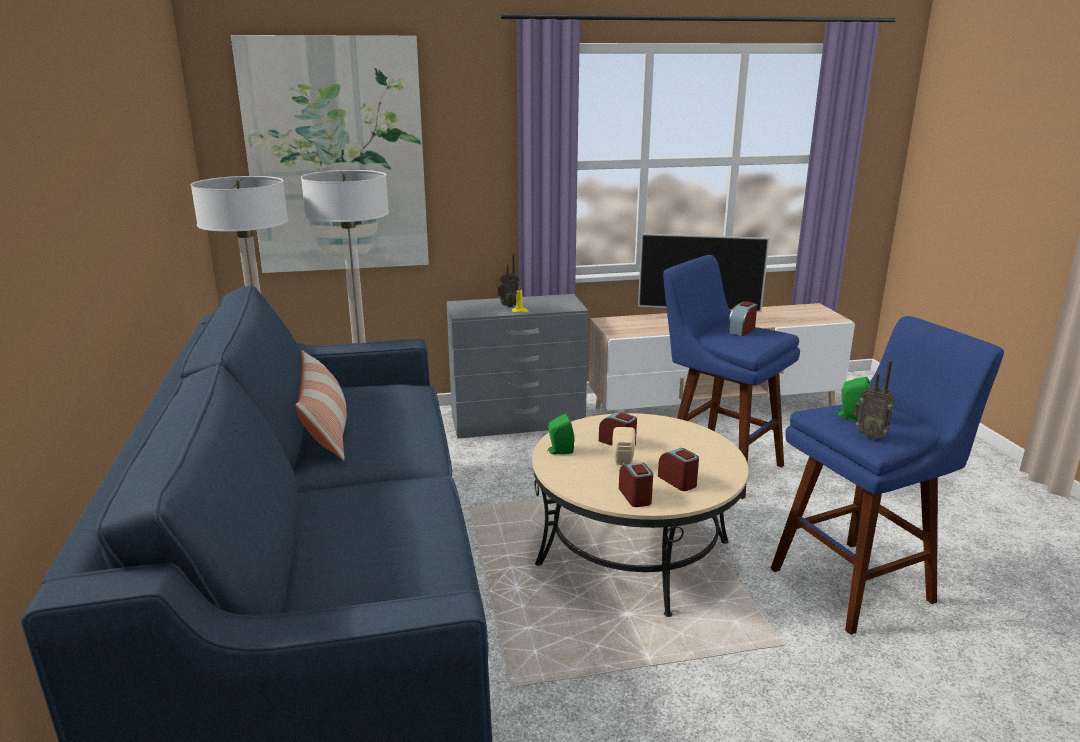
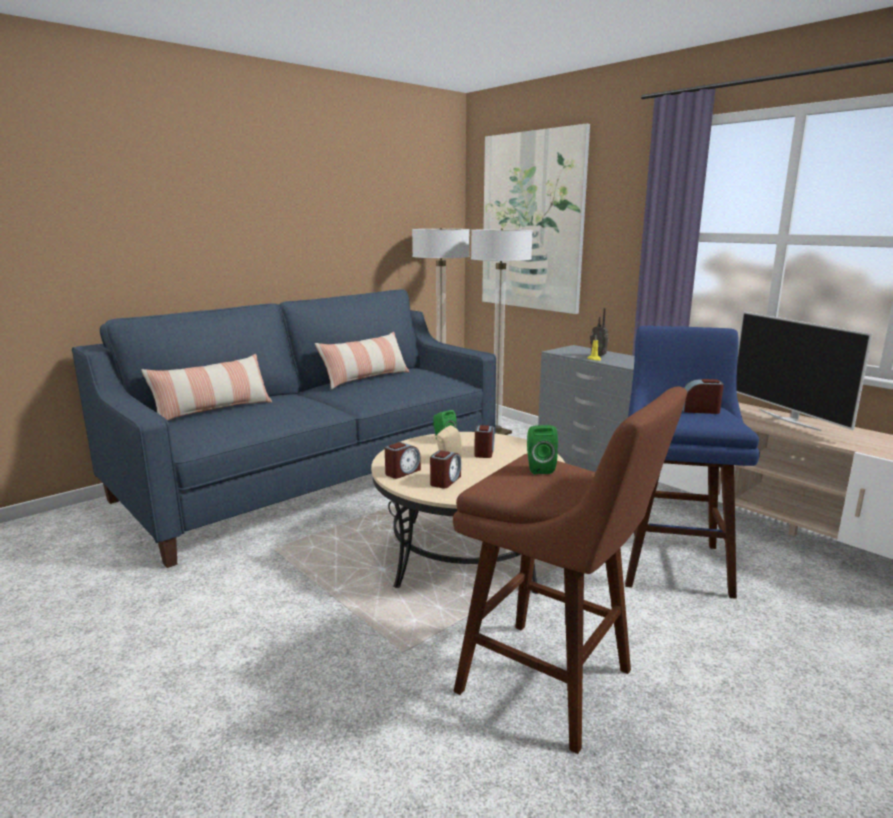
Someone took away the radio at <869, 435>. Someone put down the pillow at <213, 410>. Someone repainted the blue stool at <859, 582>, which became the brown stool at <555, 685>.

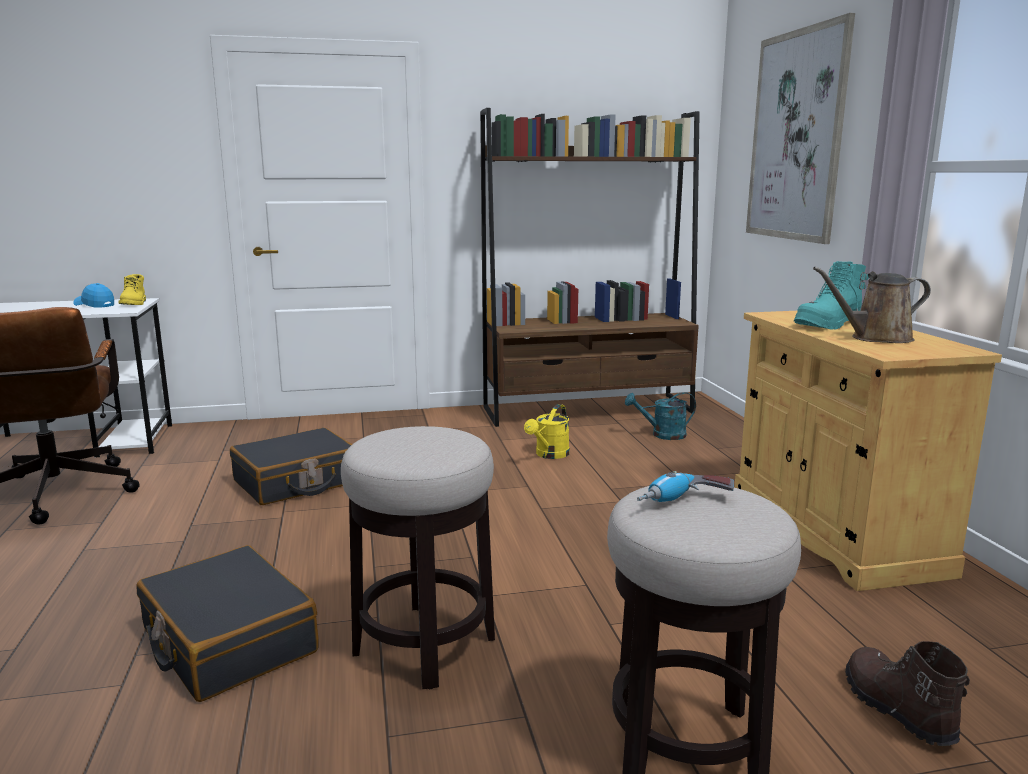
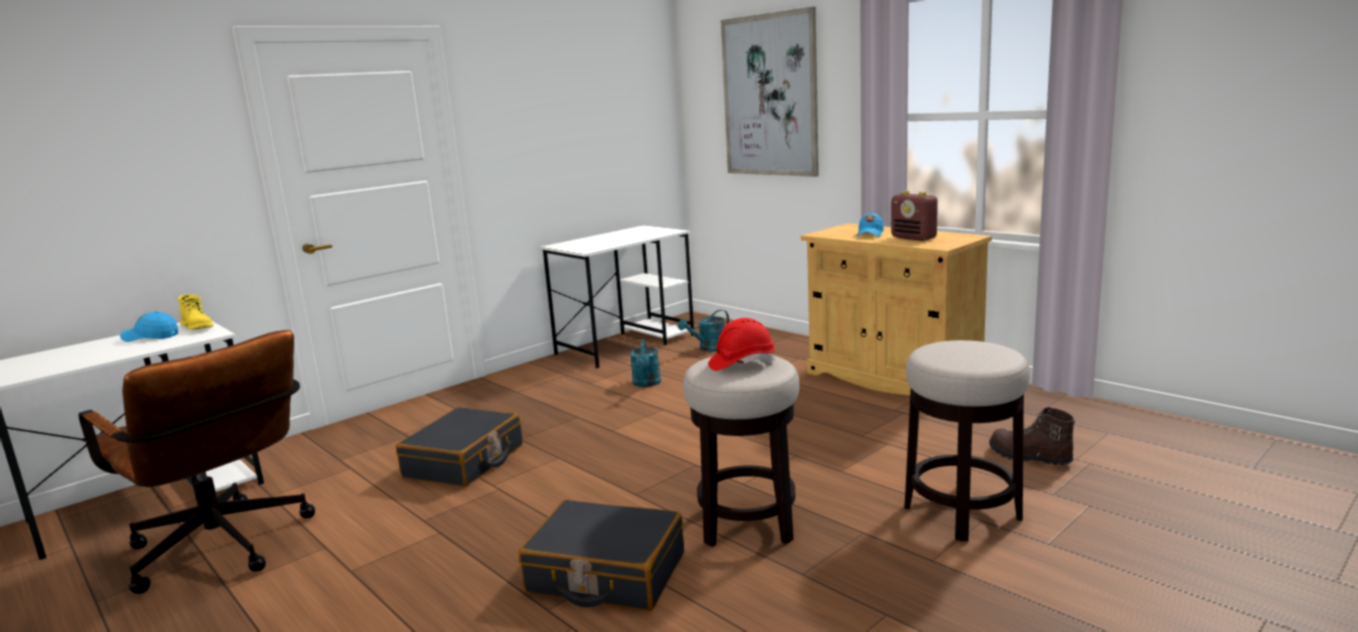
Someone took away the power drill at <684, 502>. Someone put down the red hard hat at <741, 363>. Someone swapped the brown bookcase at <588, 410> for the white desk at <626, 344>. Someone swapped the turquoise boot at <829, 325> for the blue cap at <870, 234>. Someone swapped the brown watering can at <876, 338> for the radio at <914, 238>. Someone repainted the yellow watering can at <549, 455>, which became the turquoise watering can at <646, 384>.

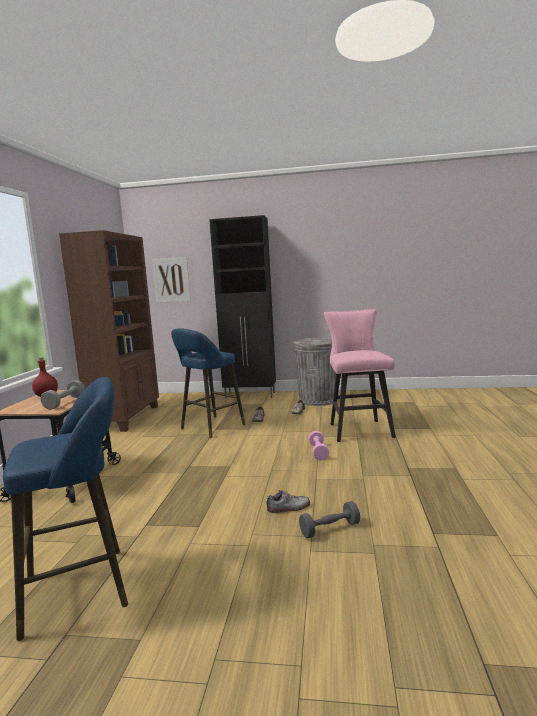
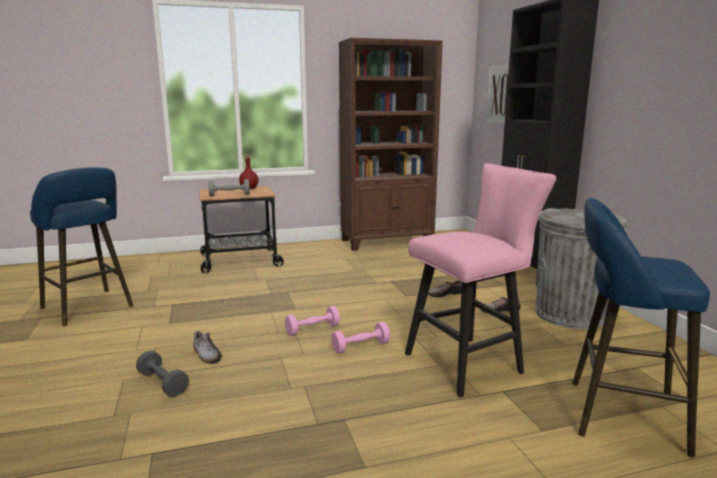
Someone put down the pink dumbbell at <313, 329>. Someone carried the blue stool from <210, 427> to <617, 414>.

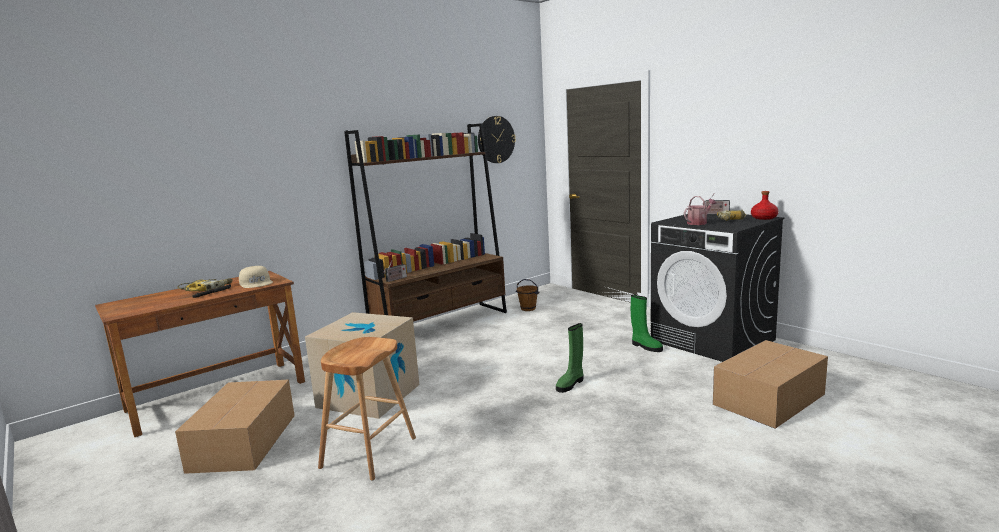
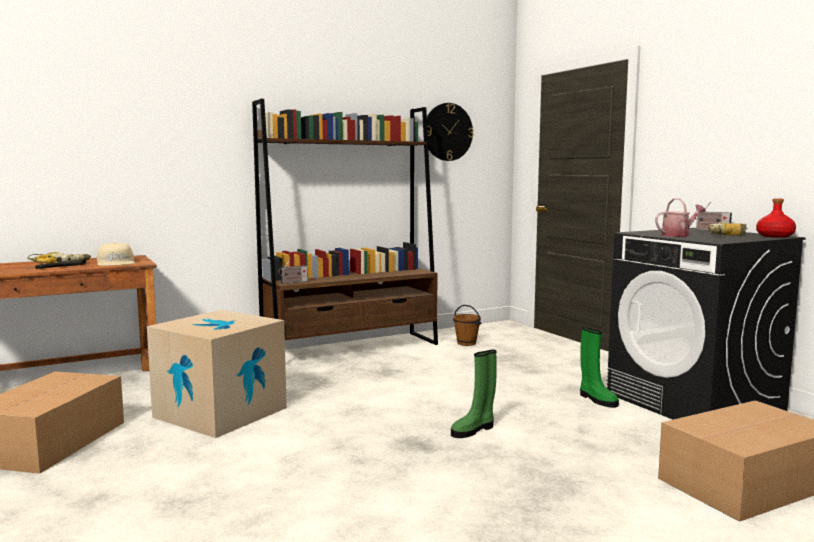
Someone took away the brown stool at <368, 453>.

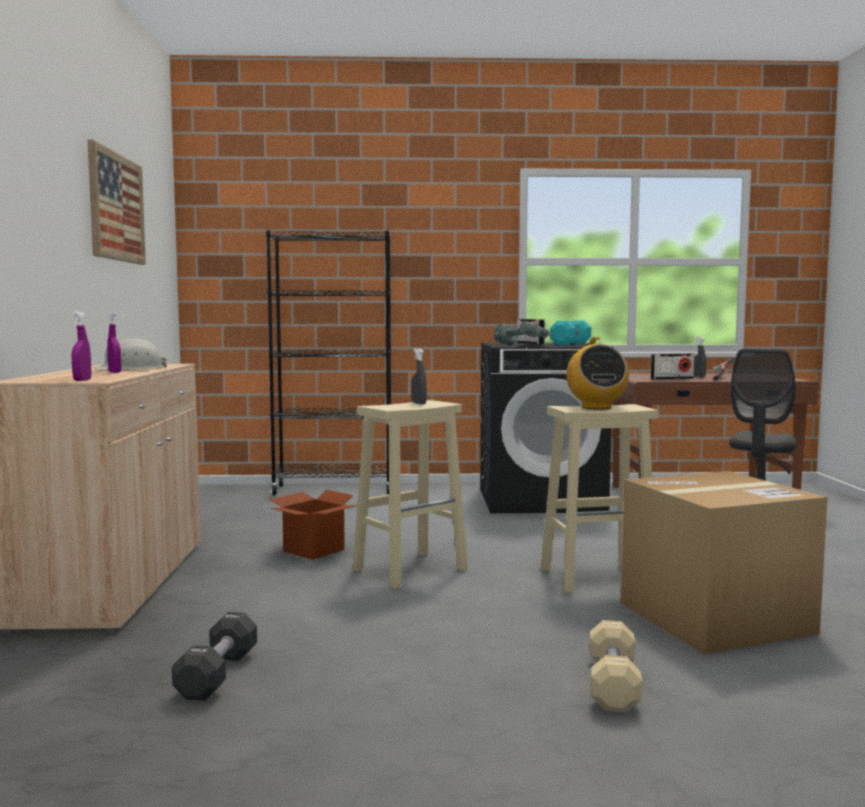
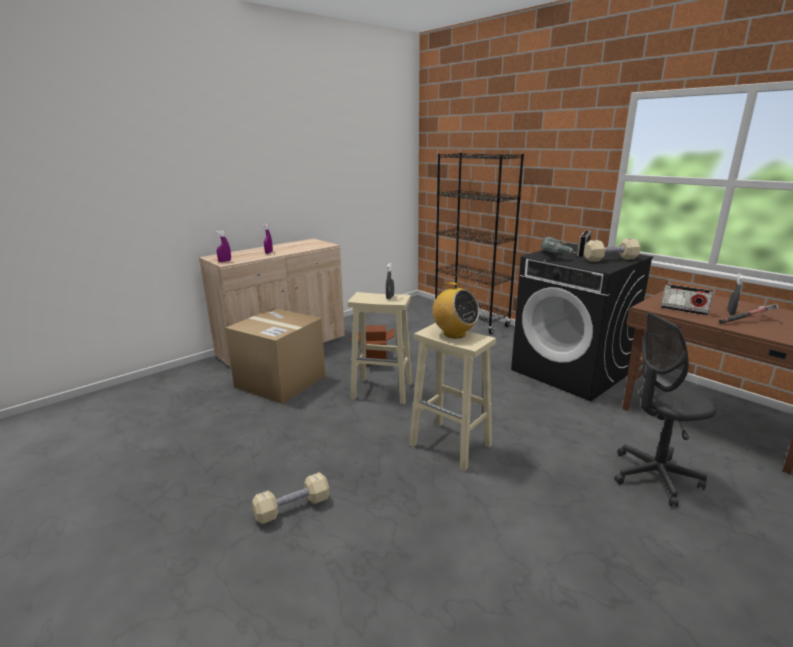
Someone took away the picture at <116, 207>. Someone took away the white hard hat at <131, 369>. Someone took away the black dumbbell at <217, 674>. Someone carried the cardboard box from <715, 618> to <280, 381>. Someone repainted the turquoise dumbbell at <570, 344>, which became the beige dumbbell at <610, 259>. Someone rotated the radio at <596, 407> by 90 degrees counterclockwise.

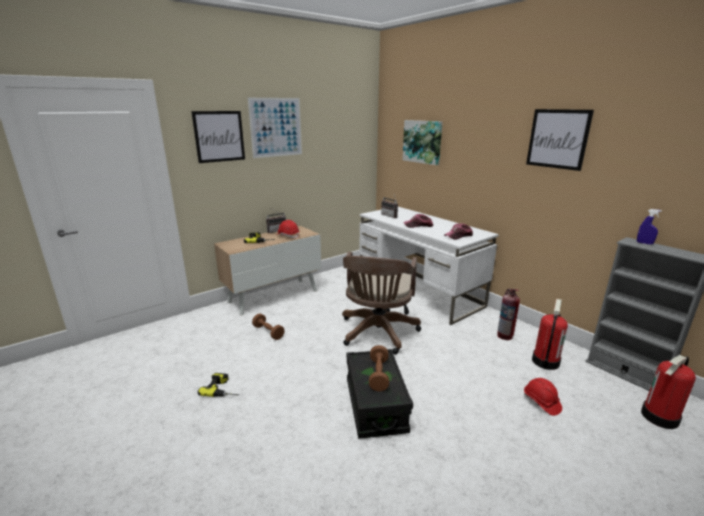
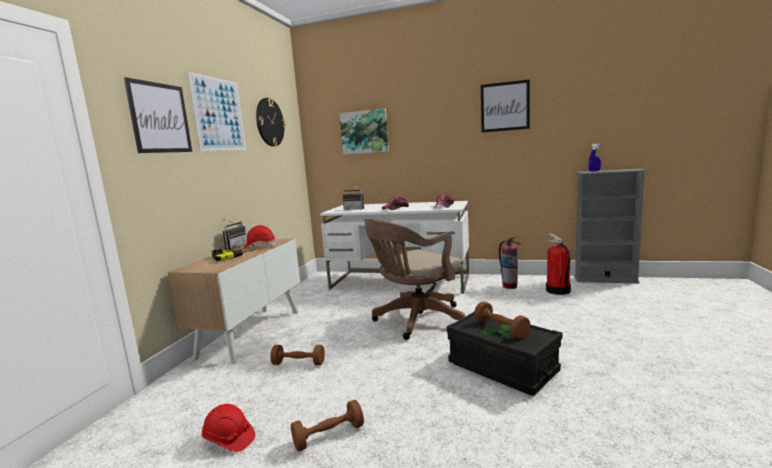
Someone took away the fire extinguisher at <660, 417>. Someone put up the wall clock at <270, 122>. Someone carried the red hard hat from <541, 402> to <229, 439>. Someone swapped the power drill at <223, 389> for the brown dumbbell at <329, 436>. Someone rotated the brown office chair at <377, 334> by 75 degrees clockwise.

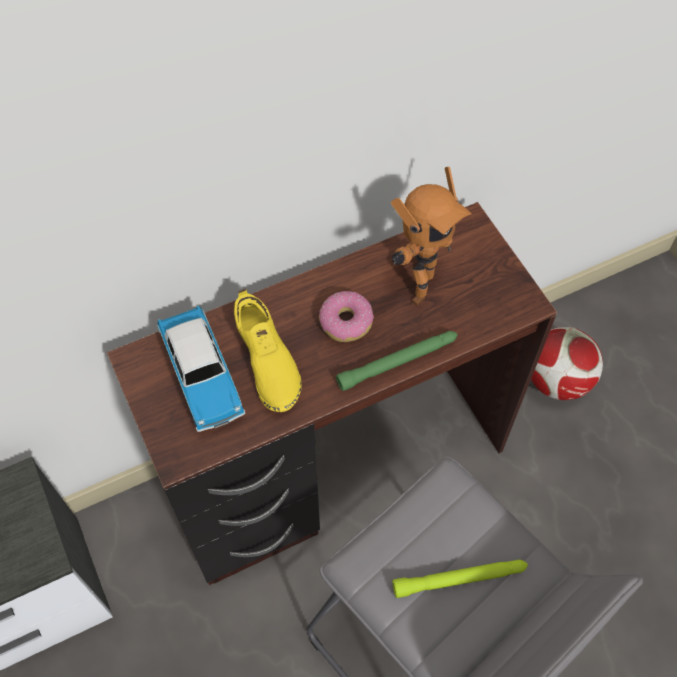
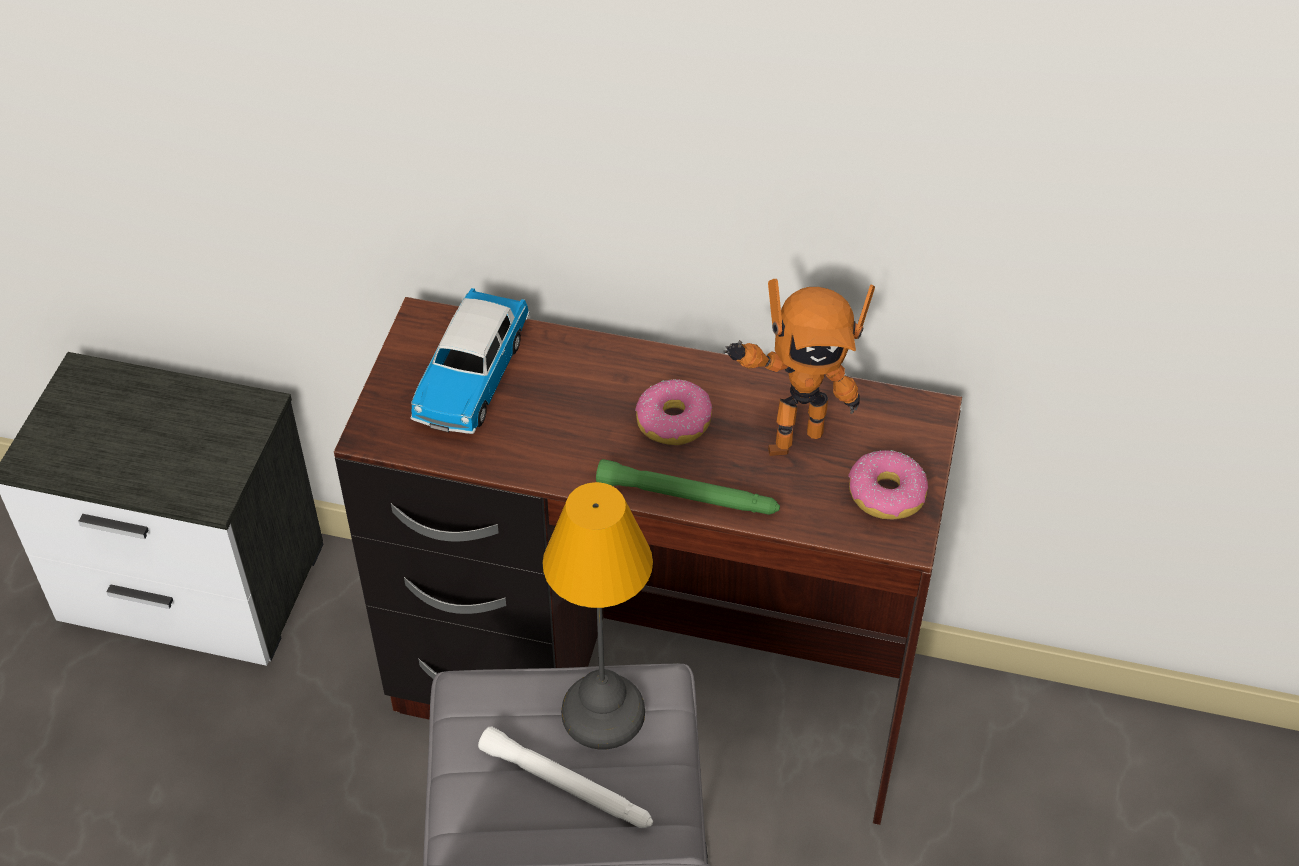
Someone took away the yellow shoe at <266, 361>. Someone took away the football at <556, 380>. Someone put down the table lamp at <605, 713>. Someone put down the donut at <886, 494>. Someone repainted the green flashlight at <460, 579>, which became the white flashlight at <567, 786>.

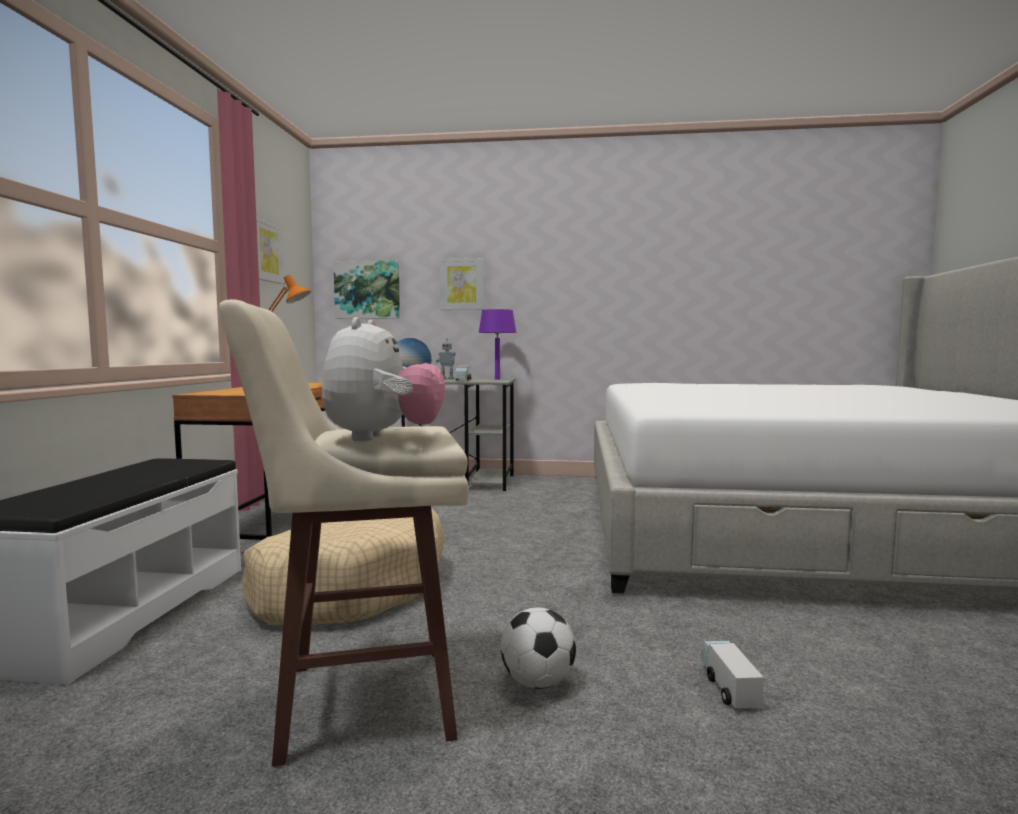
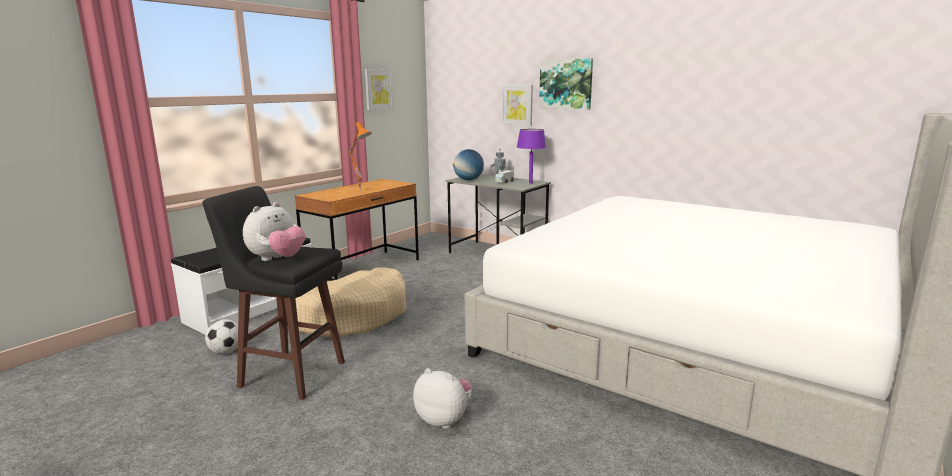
Someone carried the picture from <367, 290> to <566, 84>. Someone carried the football from <537, 682> to <226, 351>. Someone swapped the toy truck at <729, 687> for the plush toy at <444, 419>. Someone repainted the beige stool at <361, 700>, which became the black stool at <290, 373>.

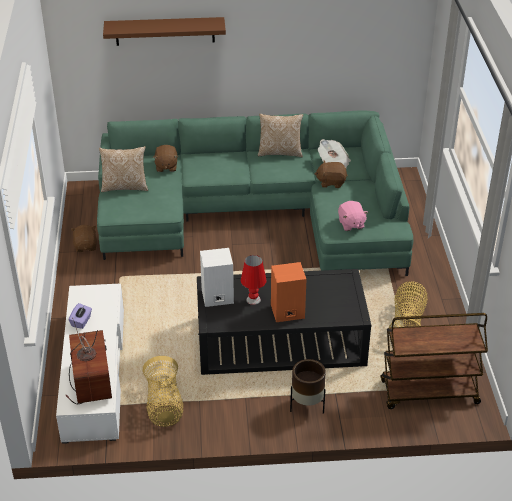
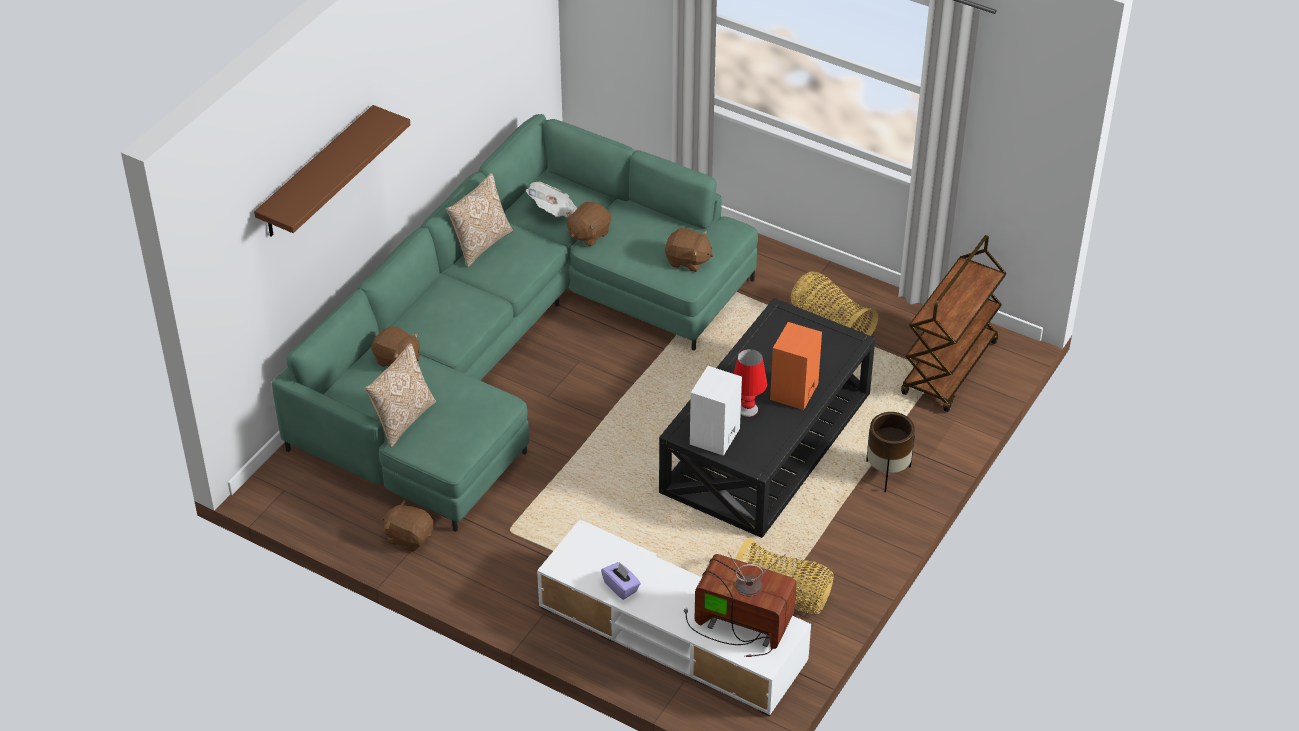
Someone repainted the pink plush toy at <351, 224>, which became the brown plush toy at <688, 261>.

